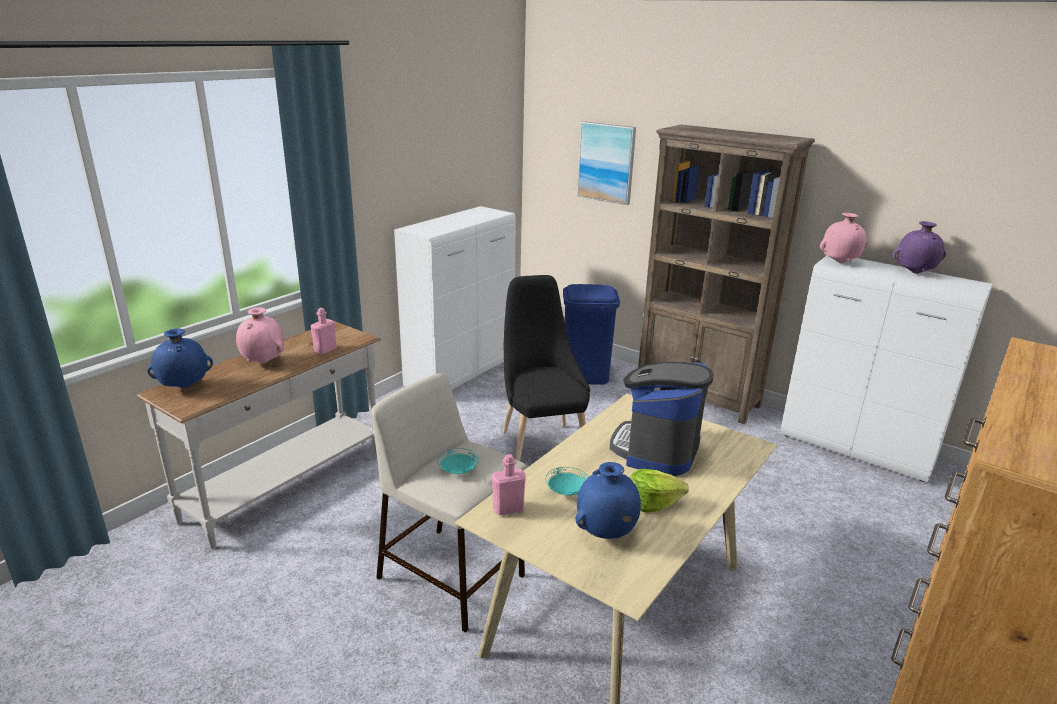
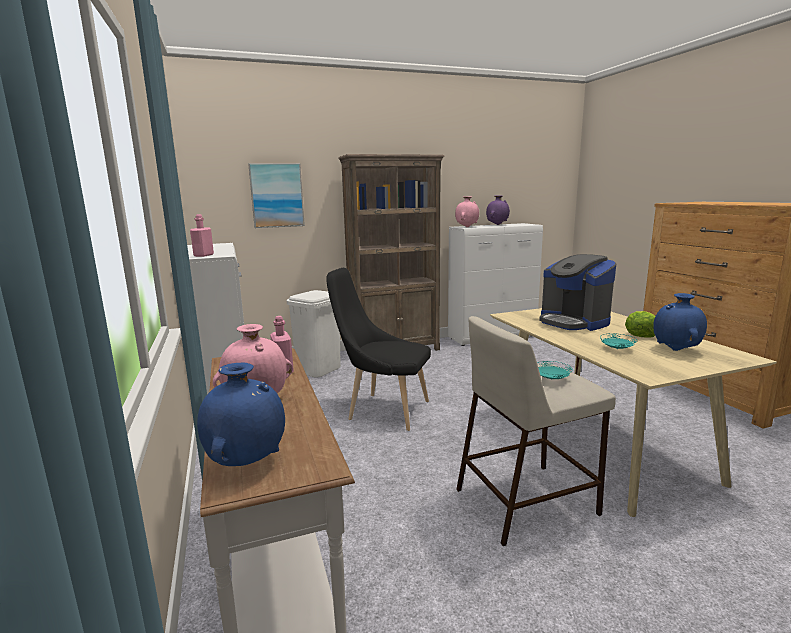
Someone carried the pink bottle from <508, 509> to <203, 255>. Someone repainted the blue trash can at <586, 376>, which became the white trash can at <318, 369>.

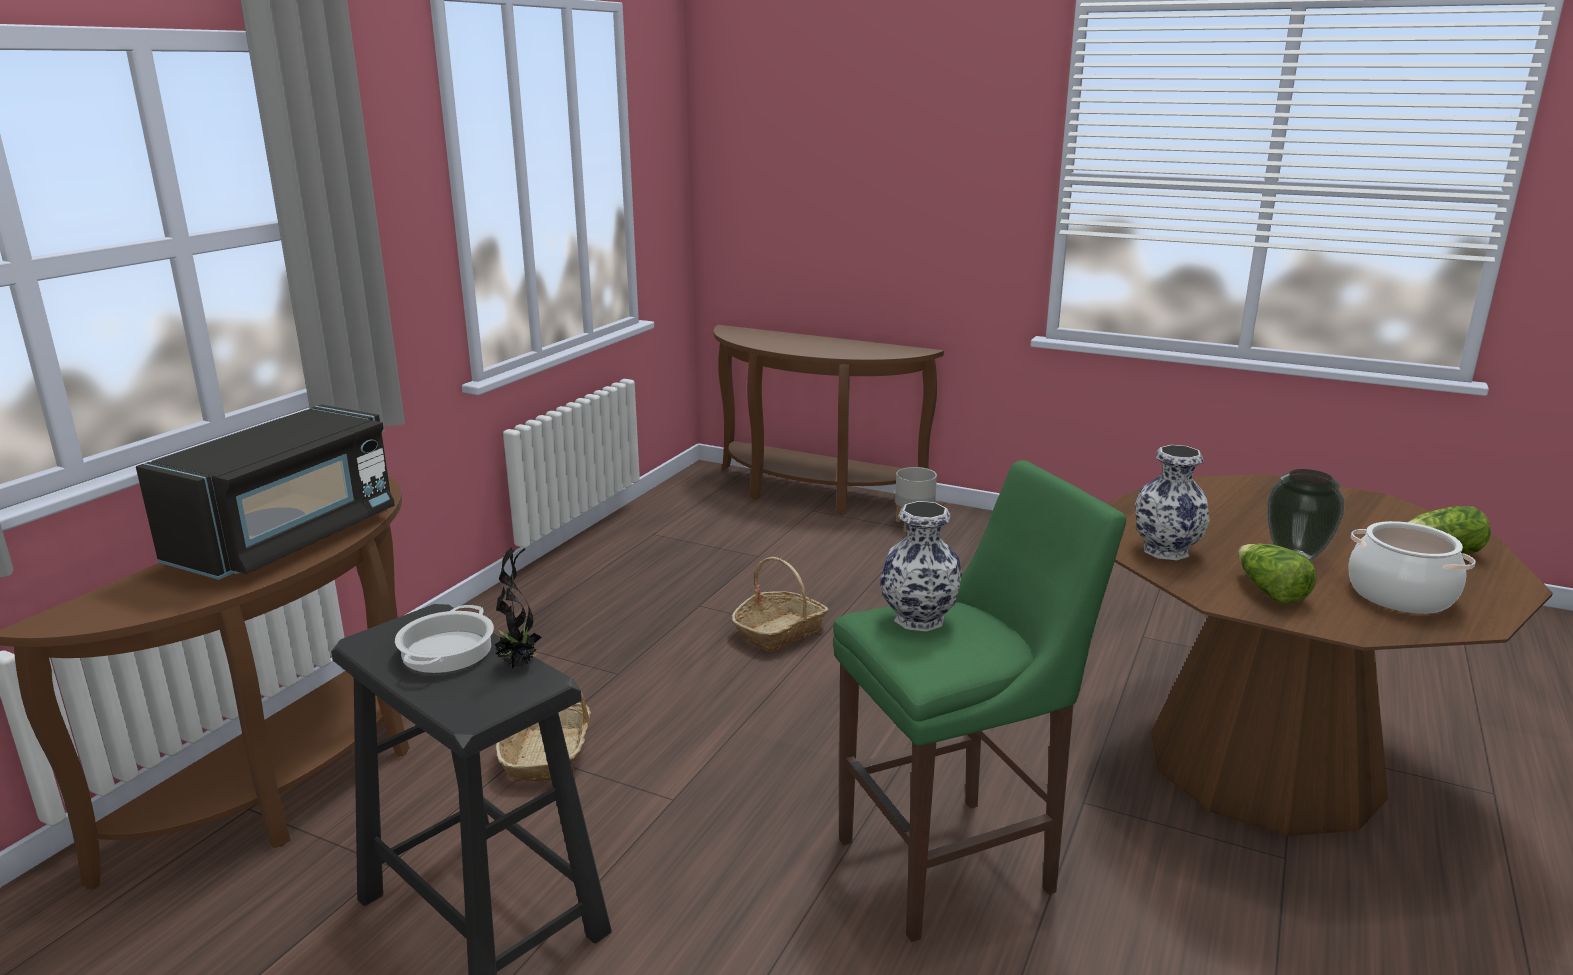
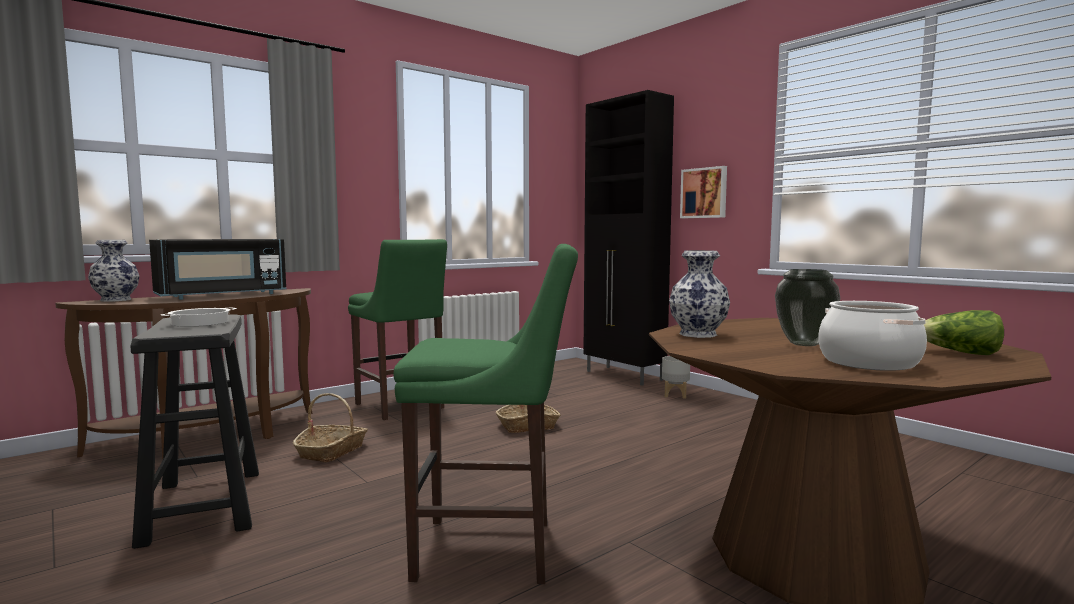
Someone took away the potted plant at <519, 665>. Someone took away the lettuce at <1269, 591>. Someone put down the green stool at <401, 407>. Someone put up the picture at <704, 193>. Someone carried the vase from <918, 618> to <116, 300>. Someone swapped the brown console table at <810, 494> for the black cabinet at <624, 376>.

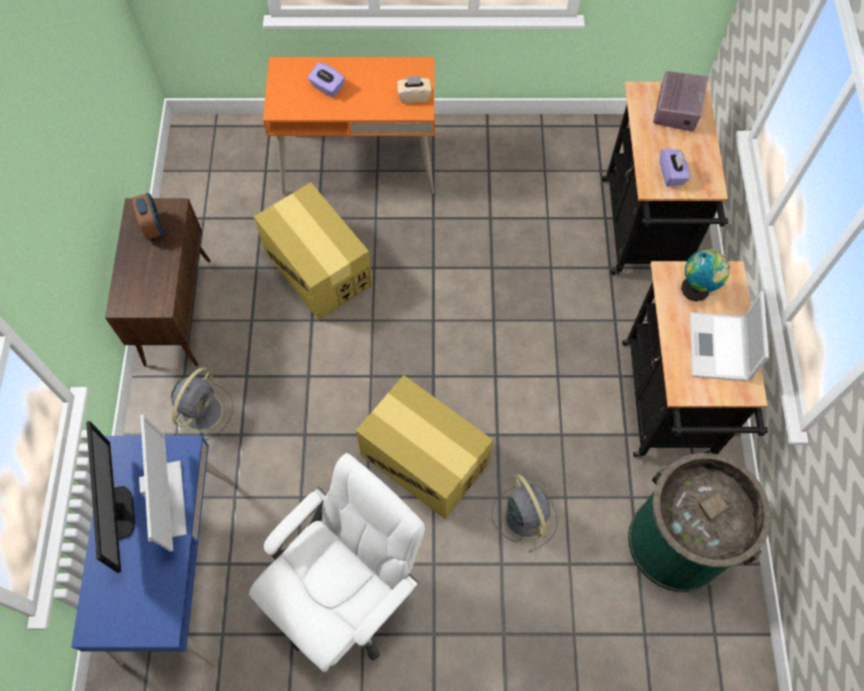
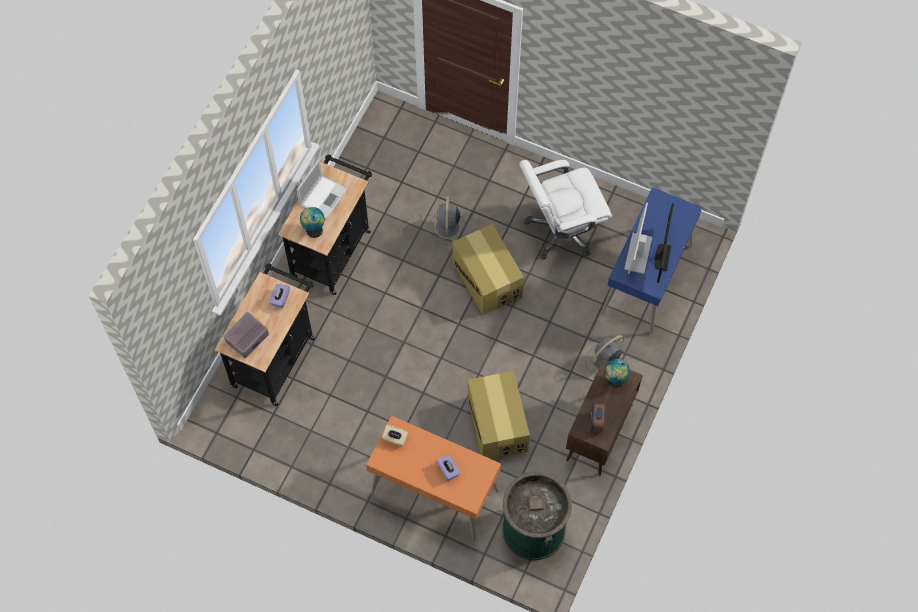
Someone put down the globe at <615, 380>. Someone carried the green trash can from <677, 541> to <533, 529>.

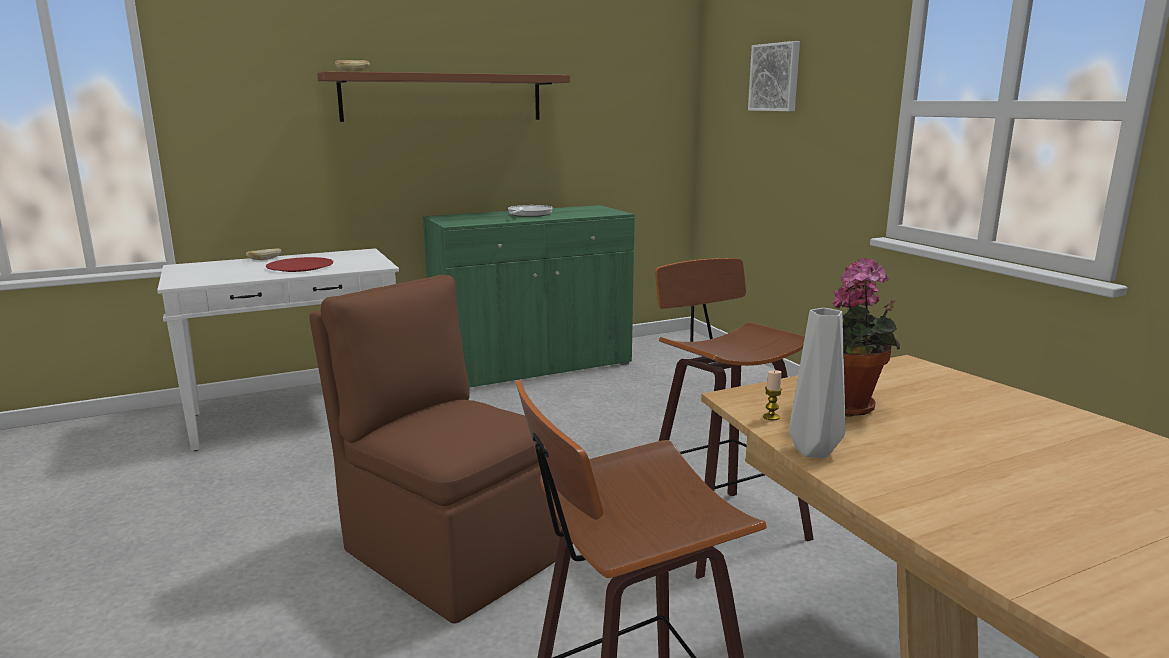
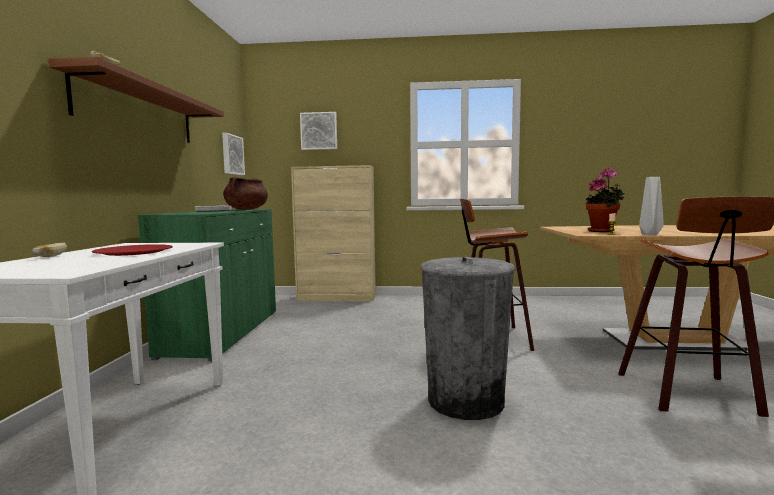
Someone put up the picture at <231, 155>. Someone put down the brown cooking pot at <246, 209>. Someone put down the beige cabinet at <337, 298>. Someone swapped the brown chair at <447, 552> for the grey trash can at <465, 400>.

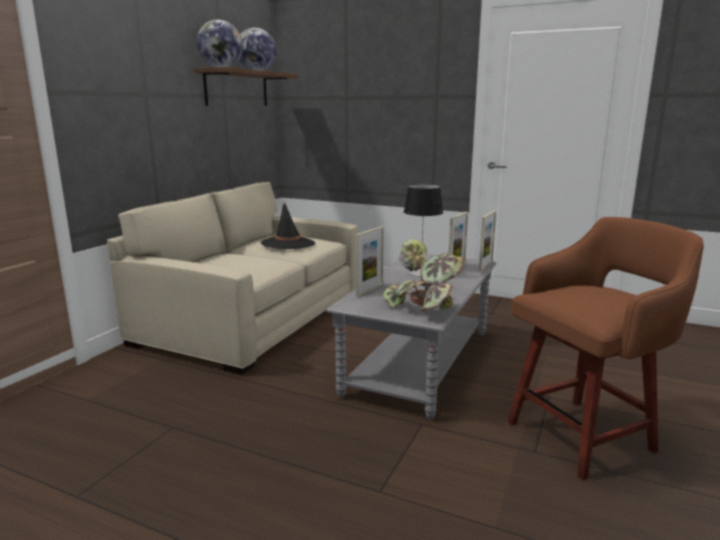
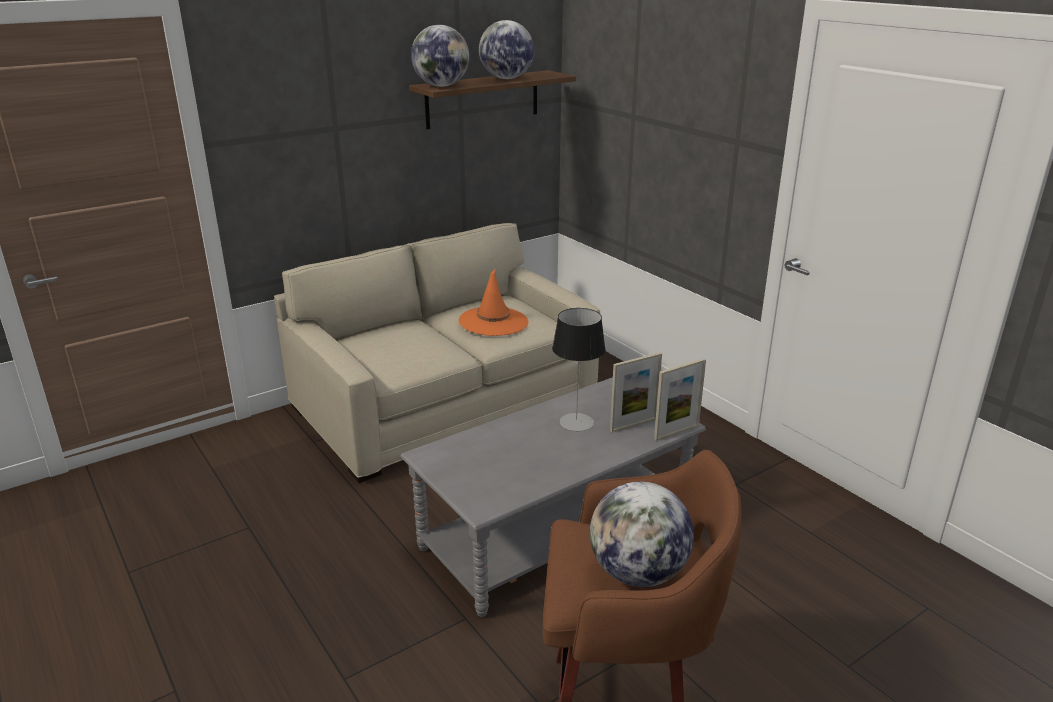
Someone took away the picture frame at <369, 290>. Someone took away the potted plant at <424, 308>. Someone put down the globe at <638, 573>. Someone repainted the black hat at <288, 243>, which became the orange hat at <493, 322>.

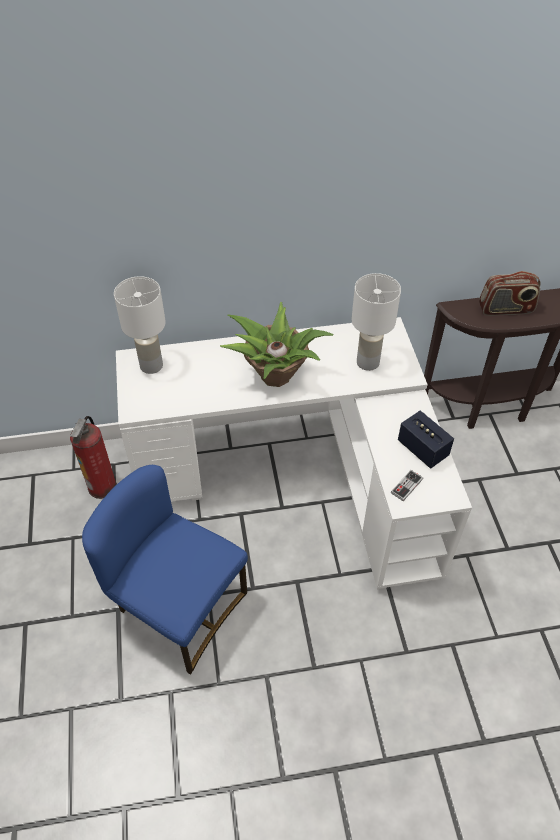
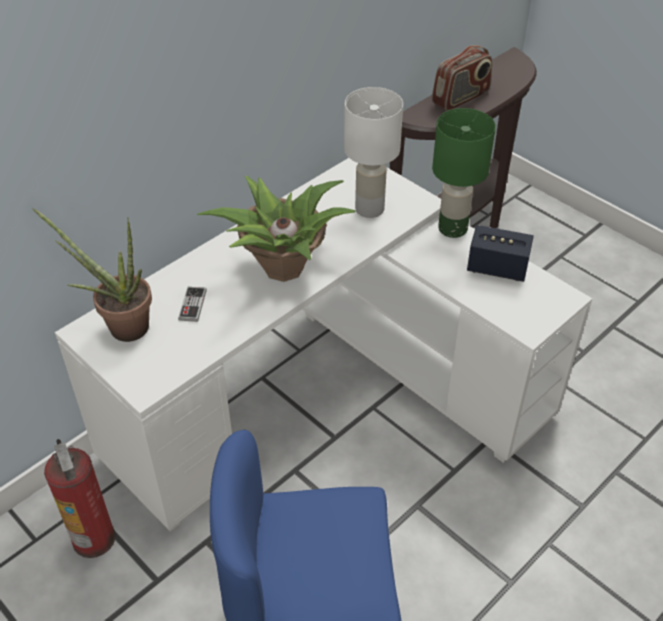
Someone put down the green table lamp at <453, 228>. Someone carried the game controller from <406, 486> to <192, 305>. Someone swapped the white table lamp at <152, 365> for the potted plant at <121, 326>.

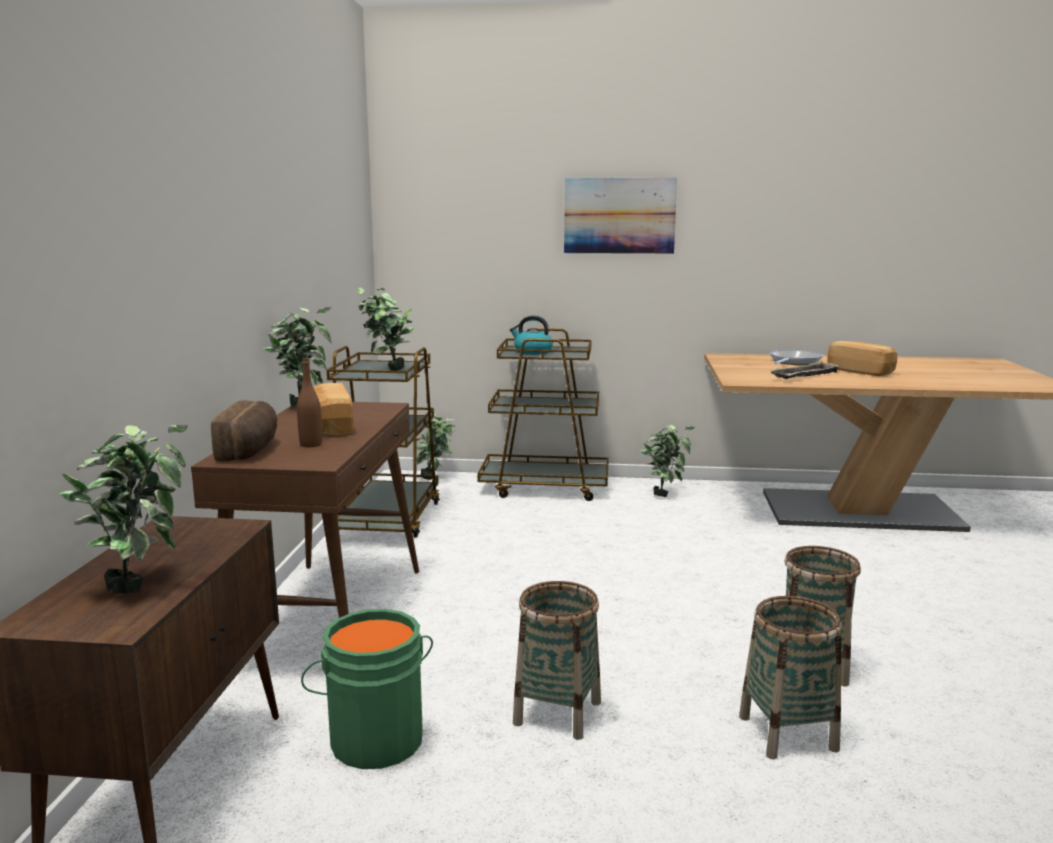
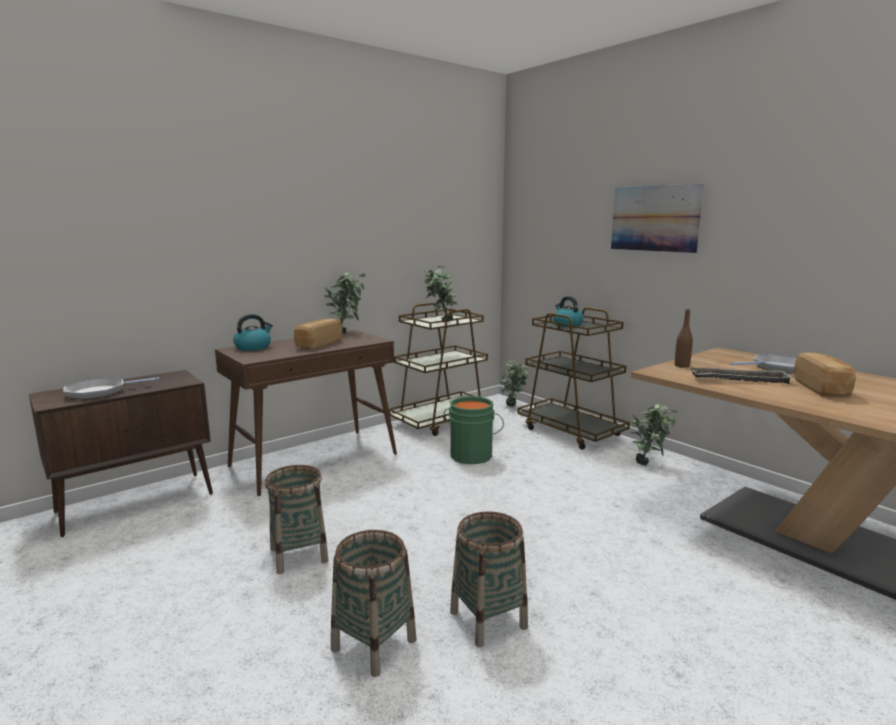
Someone carried the brown bottle from <311, 444> to <682, 366>. Someone carried the green bucket from <375, 738> to <471, 455>. Someone swapped the potted plant at <140, 584> for the frying pan at <100, 392>. Someone swapped the bread at <250, 450> for the kettle at <253, 347>.

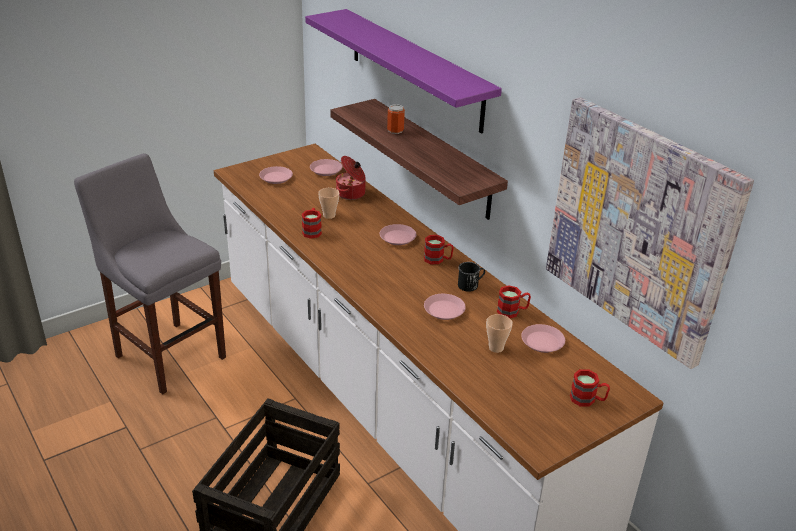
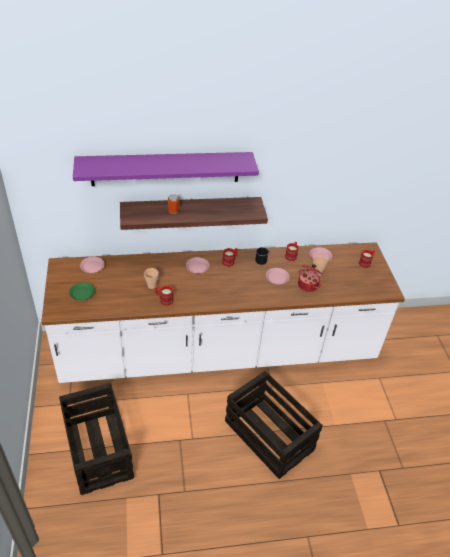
Someone took away the picture at <639, 229>. Someone carried the cooking pot from <351, 193> to <308, 285>. Someone swapped the grey stool at <168, 354> for the crate at <98, 449>. Someone repainted the pink plate at <276, 178>, which became the green plate at <82, 293>.

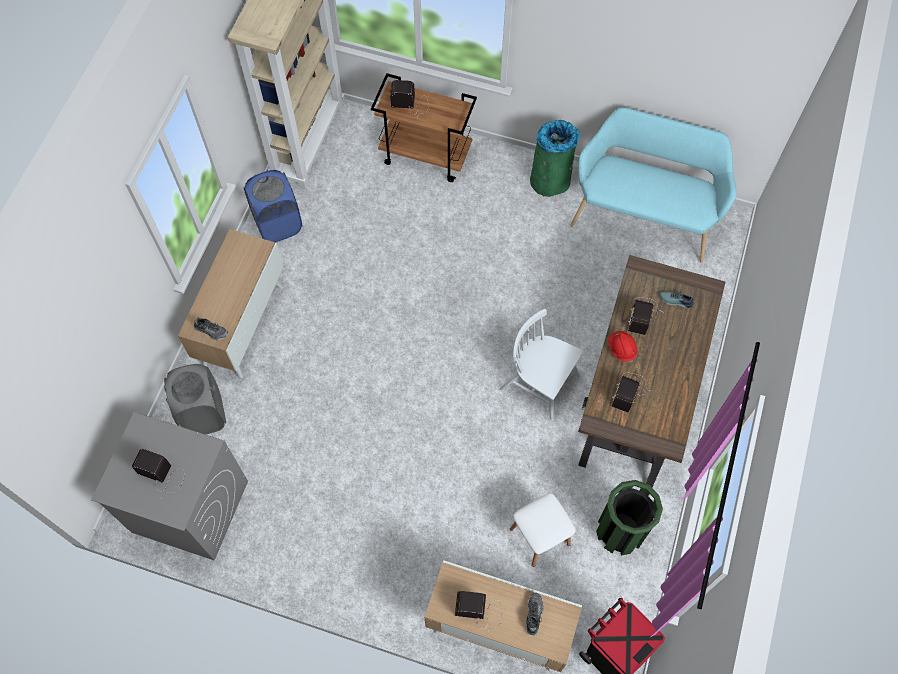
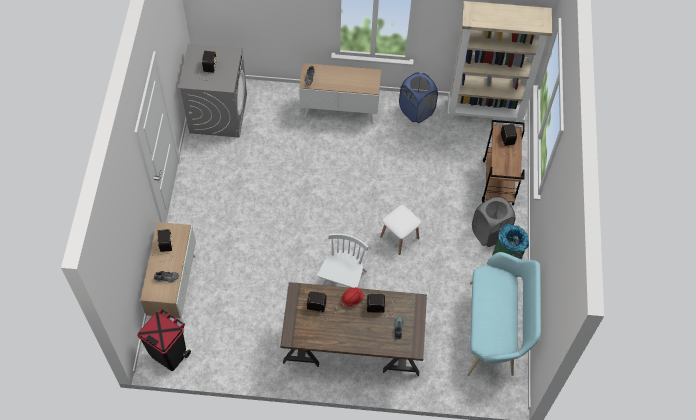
Someone took away the green trash can at <620, 531>. Someone carried the grey laundry basket from <203, 414> to <489, 233>. Someone carried the white stool from <540, 536> to <399, 237>.

